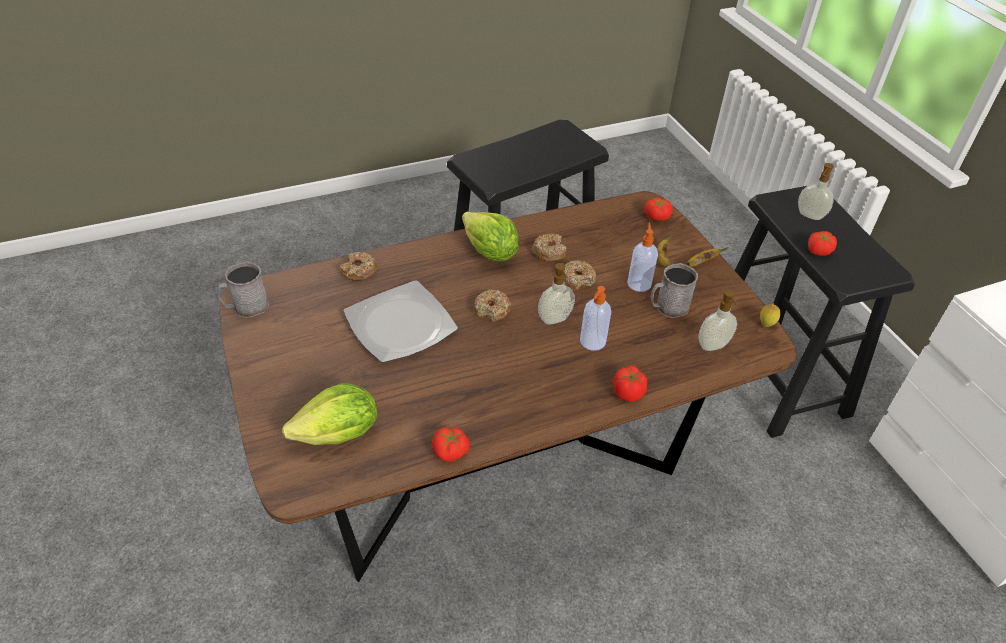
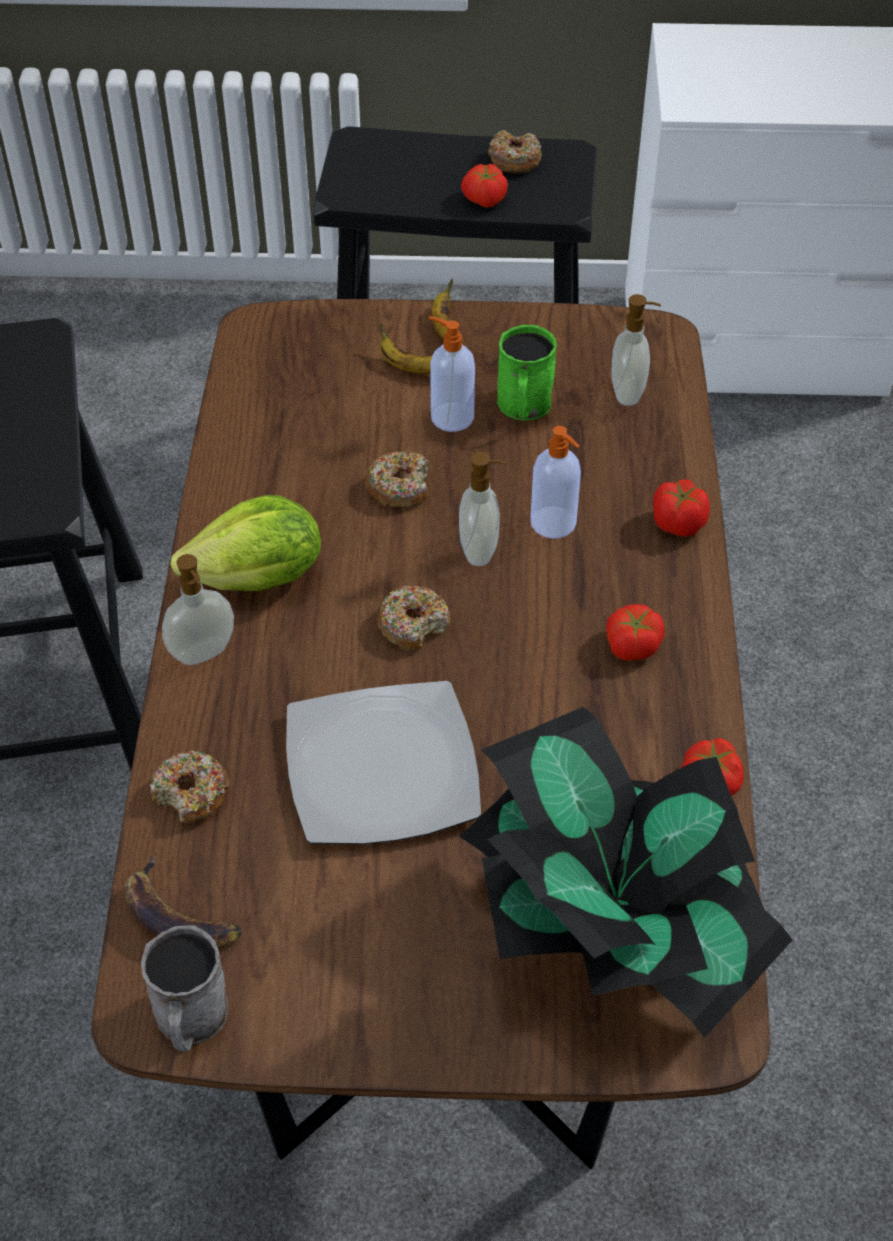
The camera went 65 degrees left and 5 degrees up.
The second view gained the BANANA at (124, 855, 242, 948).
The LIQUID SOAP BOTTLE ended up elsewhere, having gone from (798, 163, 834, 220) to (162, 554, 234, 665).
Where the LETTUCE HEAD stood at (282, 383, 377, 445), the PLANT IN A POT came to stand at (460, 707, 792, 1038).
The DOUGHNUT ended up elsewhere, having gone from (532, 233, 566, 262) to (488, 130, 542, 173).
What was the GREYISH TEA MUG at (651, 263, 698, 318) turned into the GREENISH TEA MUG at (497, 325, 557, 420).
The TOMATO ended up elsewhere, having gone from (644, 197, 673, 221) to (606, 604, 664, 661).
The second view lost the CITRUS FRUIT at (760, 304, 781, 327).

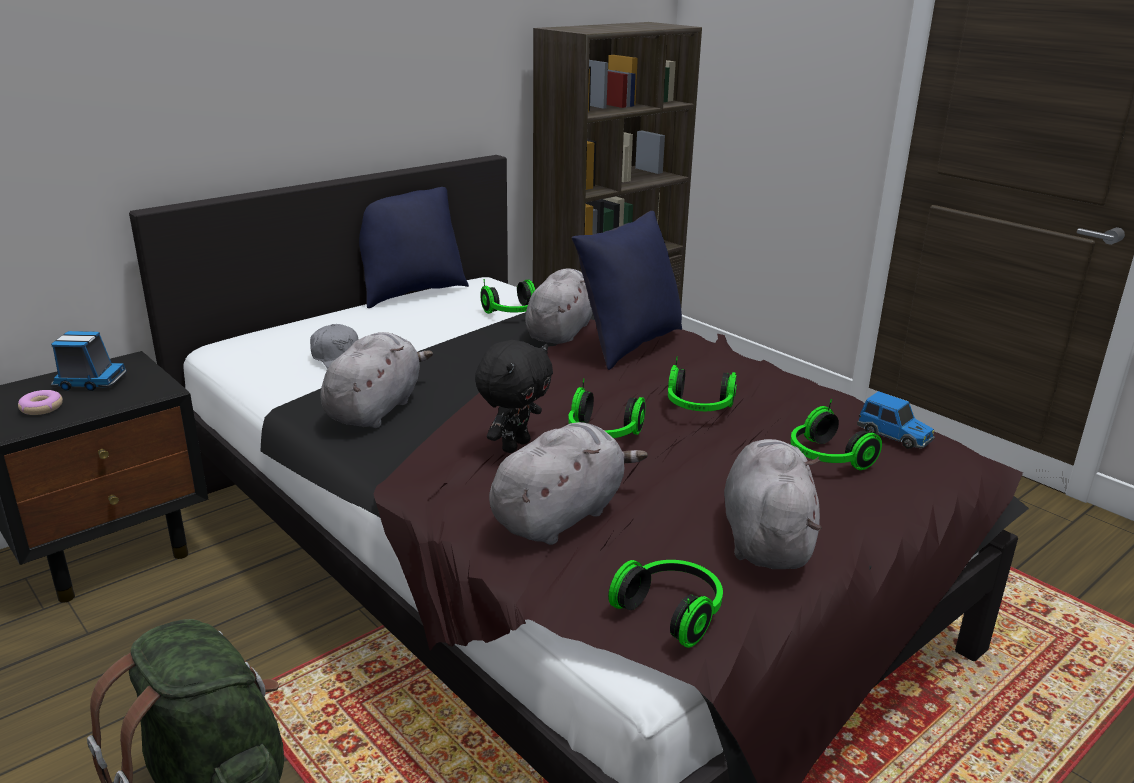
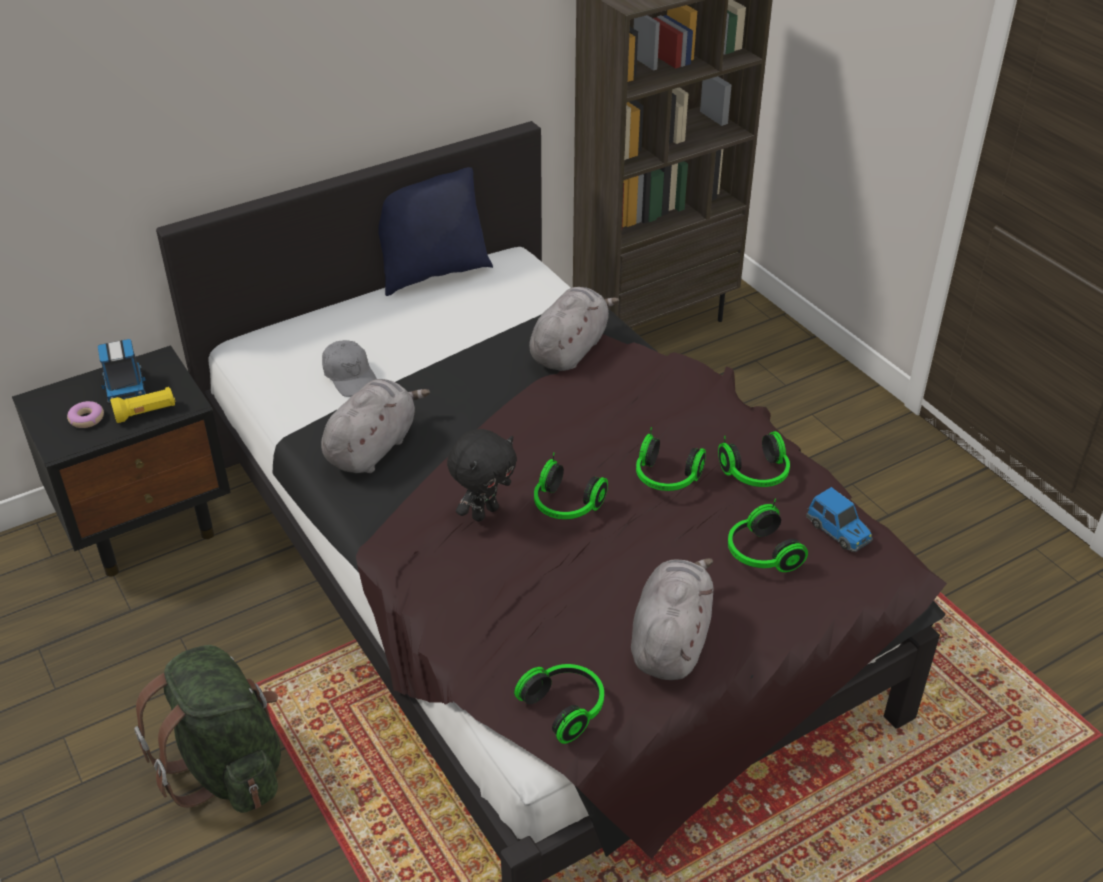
The camera went 10 degrees right and 15 degrees up.
The MODEL TRUCK at (51, 331, 127, 391) ended up facing another way, 60 degrees clockwise from before.
The second view gained the YELLOWISH HAND TORCH at (110, 387, 175, 423).
The HEADSET ended up elsewhere, having gone from (480, 279, 535, 314) to (718, 431, 790, 487).
The second view lost the GREYISH SOFT TOY at (489, 422, 648, 545).
The second view lost the BLUE-COLOURED CUSHION at (572, 211, 682, 370).

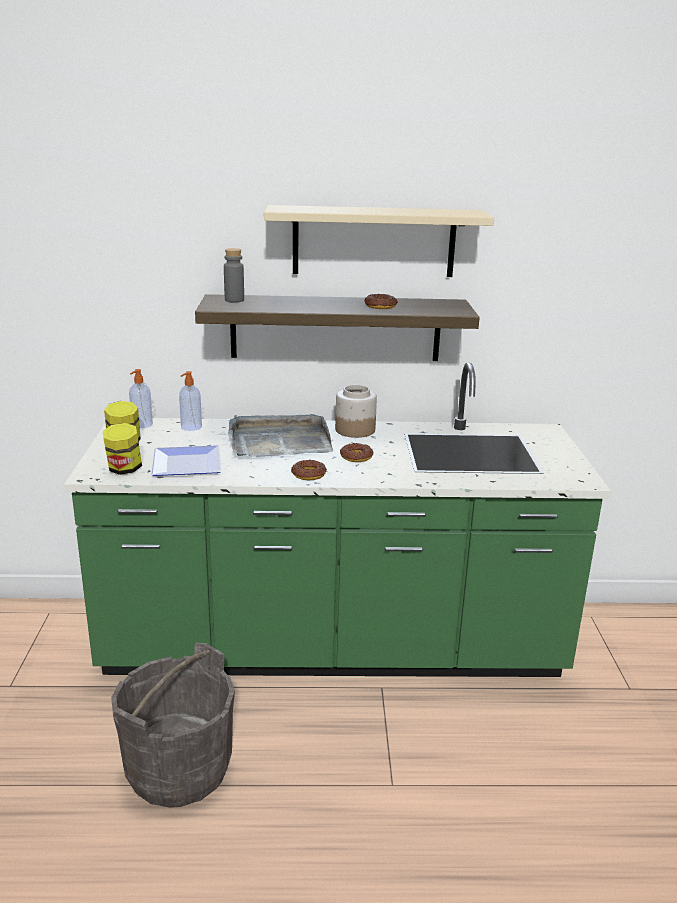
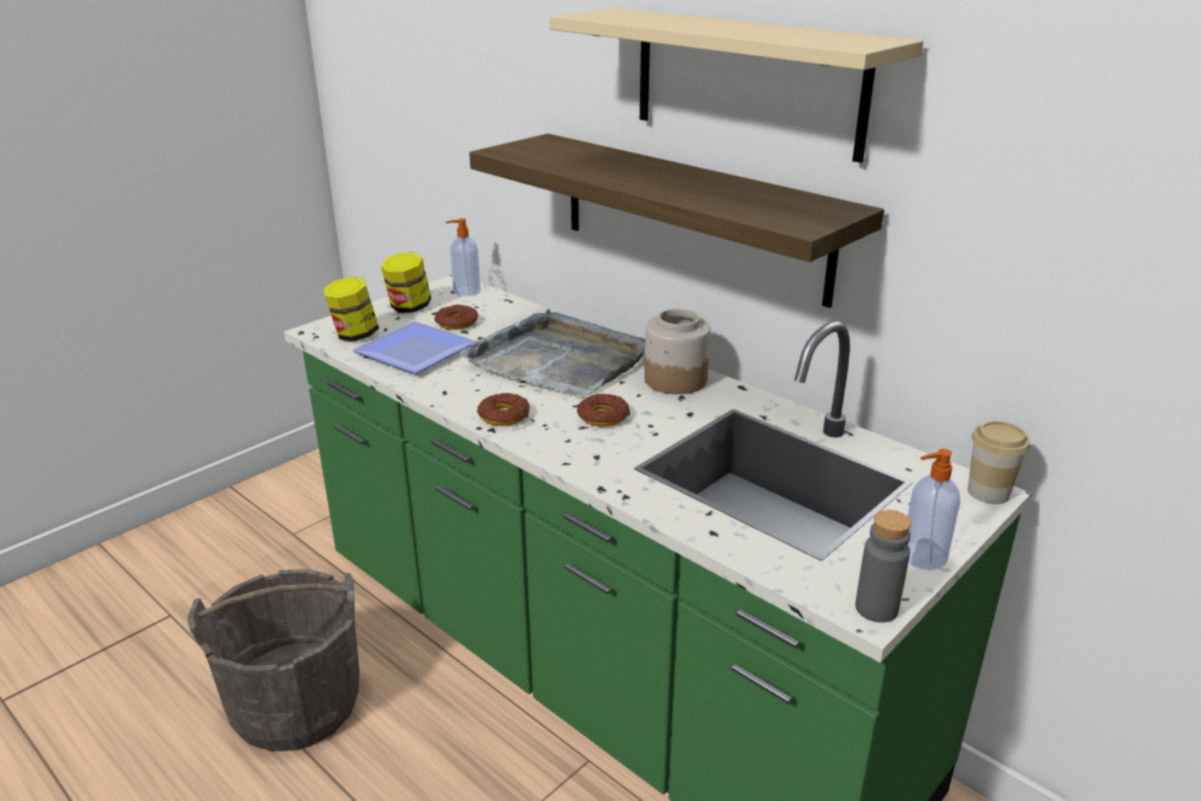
The camera went 45 degrees right and 5 degrees up.
The DOUGHNUT ended up elsewhere, having gone from (364, 294, 398, 309) to (434, 305, 478, 330).
The GREYISH BOTTLE ended up elsewhere, having gone from (224, 248, 244, 303) to (855, 510, 911, 622).
The LIQUID SOAP BOTTLE ended up elsewhere, having gone from (179, 371, 202, 431) to (907, 449, 960, 570).
The second view gained the DRINKING CUP at (968, 421, 1030, 504).

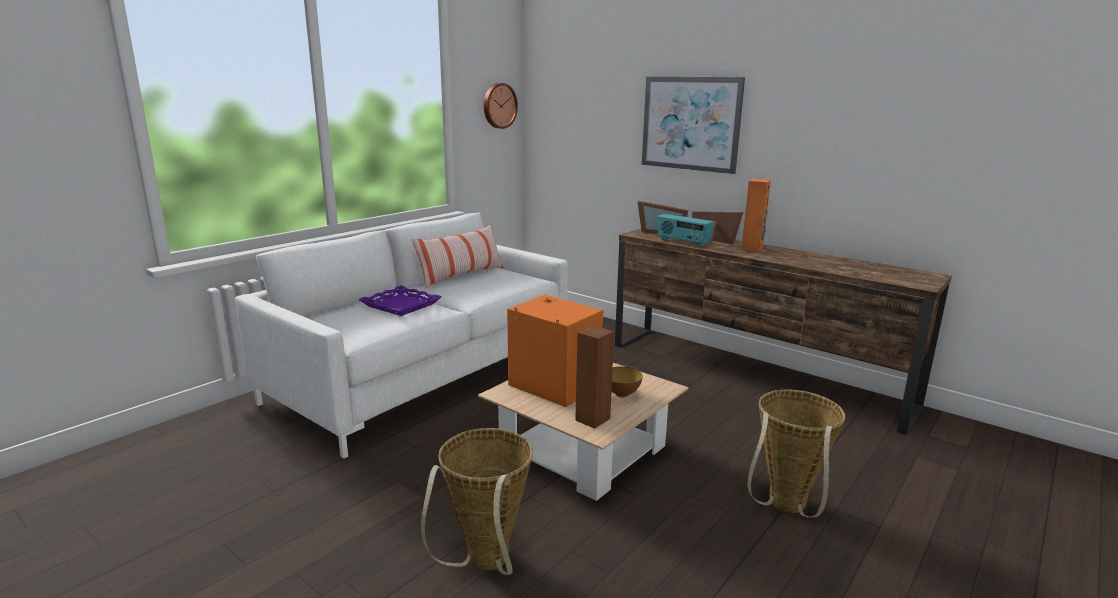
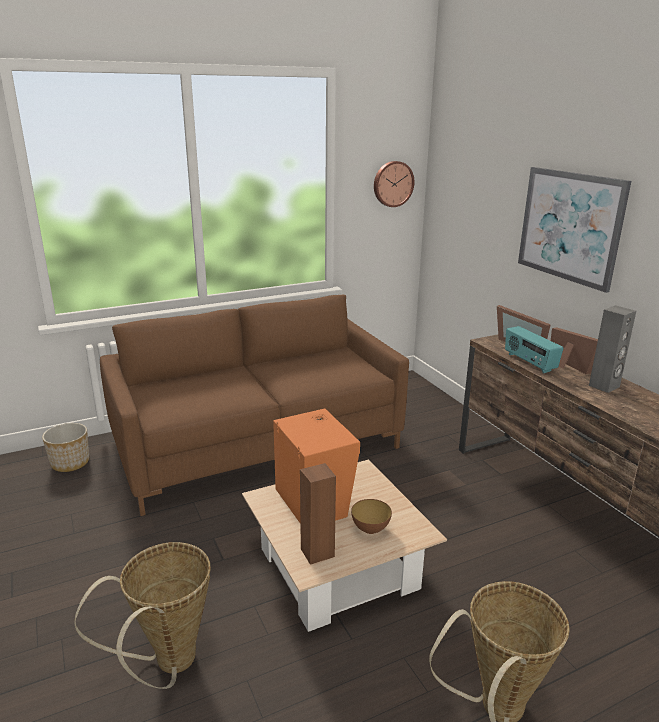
The camera went 25 degrees right and 5 degrees up.
The second view gained the PLANTER at (42, 423, 89, 472).
What was the WHITE SOFA at (235, 213, 568, 459) turned into the BROWNISH SOFA at (100, 295, 409, 516).
What was the ORANGEY LOUDSPEAKER at (742, 179, 771, 252) turned into the GREYISH LOUDSPEAKER at (589, 305, 636, 393).
The second view lost the PURPLISH TRAY at (358, 285, 442, 316).
The second view lost the CUSHION at (412, 224, 503, 288).

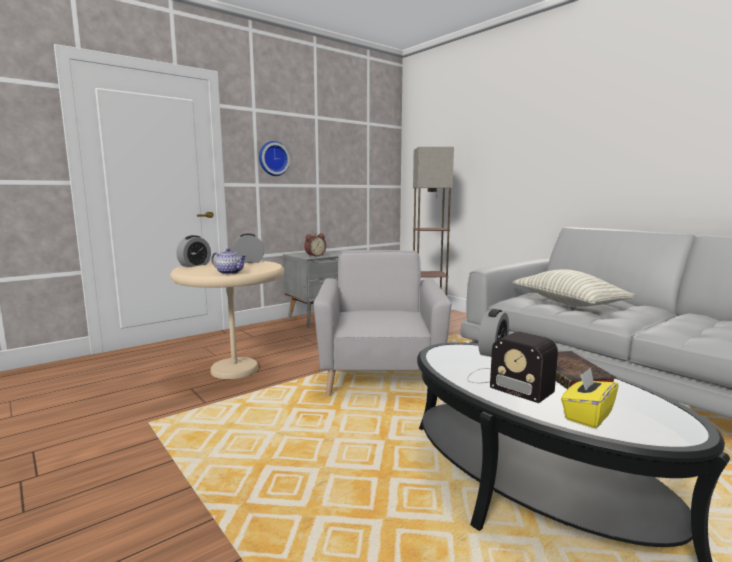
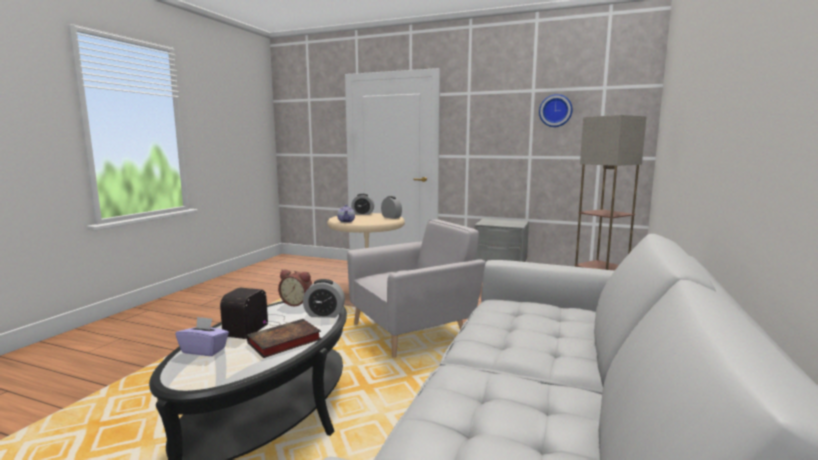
The camera went 60 degrees right and 0 degrees up.
What was the YELLOWISH TISSUE HOLDER at (561, 368, 618, 428) turned into the PURPLISH TISSUE HOLDER at (175, 317, 229, 356).
The BEDSIDE CLOCK ended up elsewhere, having gone from (304, 233, 326, 257) to (278, 270, 312, 306).
The WALL CLOCK ended up elsewhere, having gone from (259, 141, 290, 176) to (539, 94, 573, 127).
The second view lost the CUSHION at (512, 269, 636, 307).

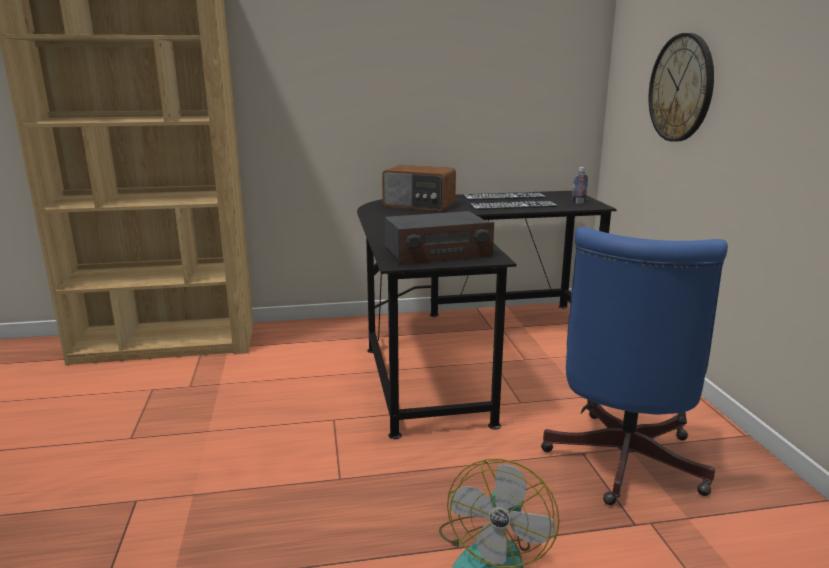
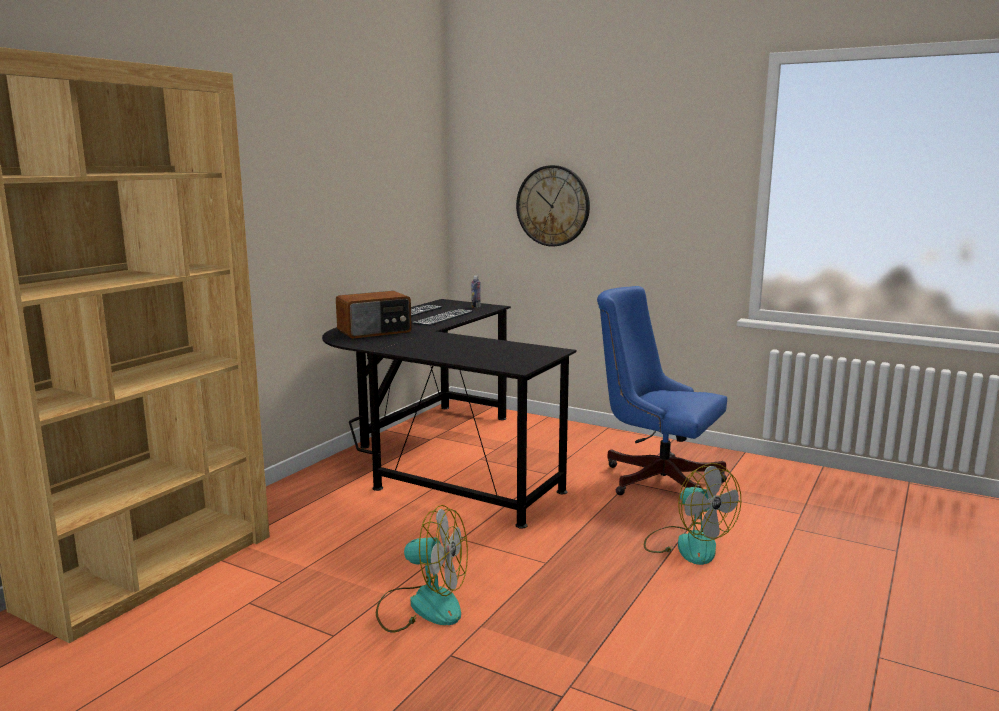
The camera went 50 degrees left and 5 degrees down.
The second view gained the FAN at (376, 505, 468, 632).
The BLUE-COLOURED OFFICE CHAIR at (541, 227, 728, 505) ended up facing another way, 150 degrees clockwise from before.
The second view lost the RADIO SET at (385, 211, 494, 265).

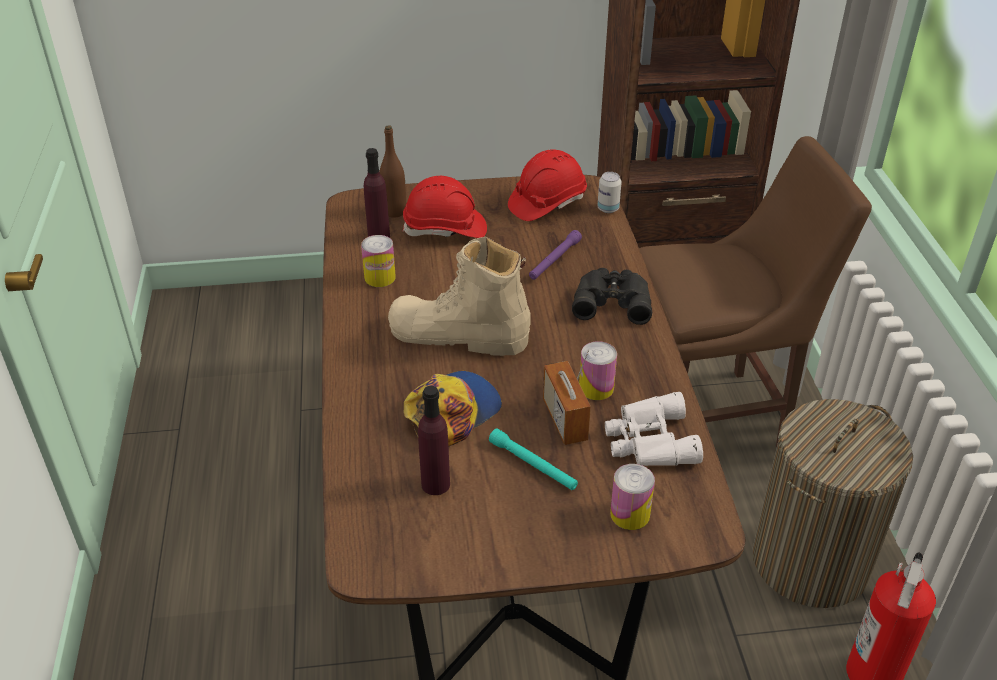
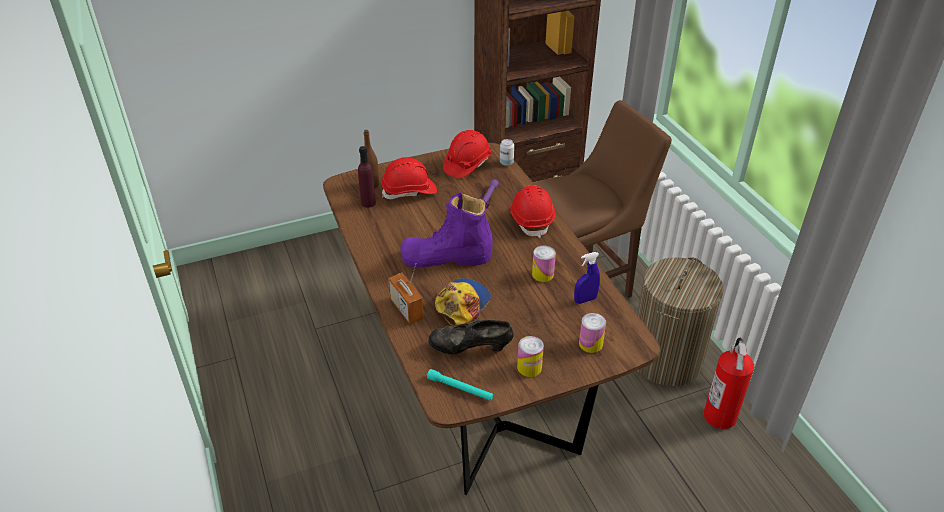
The camera went 15 degrees left and 0 degrees up.
The RADIO SET ended up elsewhere, having gone from (543, 349, 591, 445) to (388, 263, 424, 324).
What was the BEIGE HIGH-TOP BOOT at (388, 237, 530, 356) turned into the PURPLISH HIGH-TOP BOOT at (400, 192, 493, 267).
The TURQUOISE-COLOURED HAND TORCH ended up elsewhere, having gone from (489, 428, 578, 490) to (427, 369, 493, 401).
Where the PURPLISH BOTTLE stood at (418, 386, 450, 495), the BLACK LOW SHOE came to stand at (428, 319, 513, 354).
Where the BLACK BINOCULARS stood at (572, 268, 652, 325), the RED SAFETY HELMET came to stand at (510, 185, 555, 238).
The METAL CAN ended up elsewhere, having gone from (361, 235, 396, 287) to (517, 336, 544, 377).
Where the WHITE BINOCULARS stood at (605, 392, 703, 466), the BLUE-COLOURED SPRAYER came to stand at (574, 252, 600, 304).

